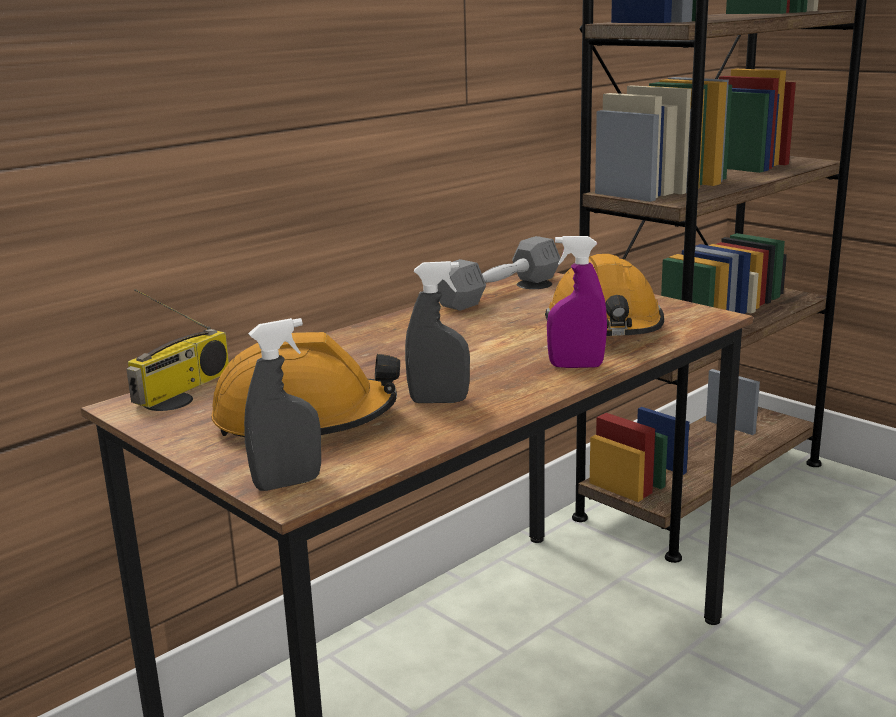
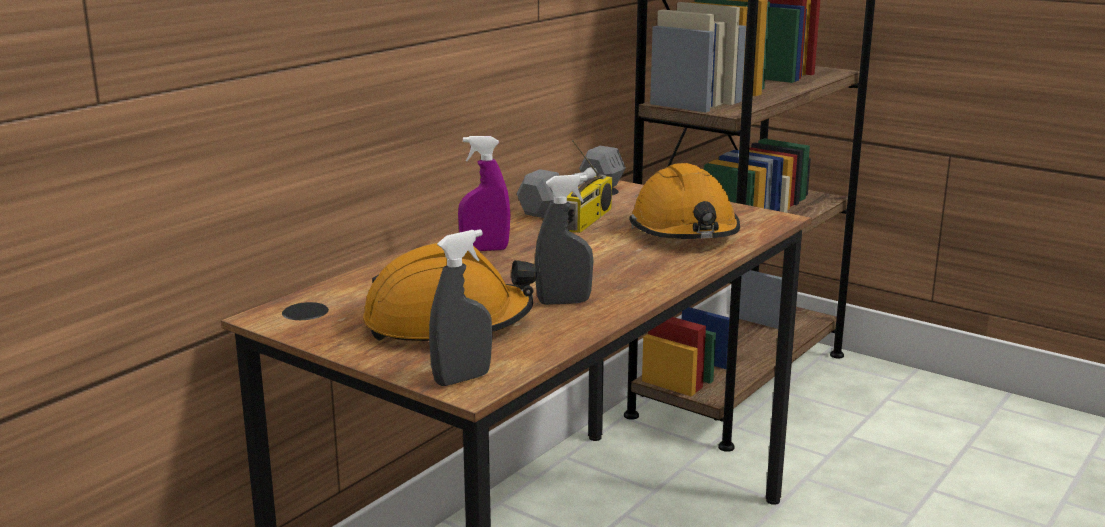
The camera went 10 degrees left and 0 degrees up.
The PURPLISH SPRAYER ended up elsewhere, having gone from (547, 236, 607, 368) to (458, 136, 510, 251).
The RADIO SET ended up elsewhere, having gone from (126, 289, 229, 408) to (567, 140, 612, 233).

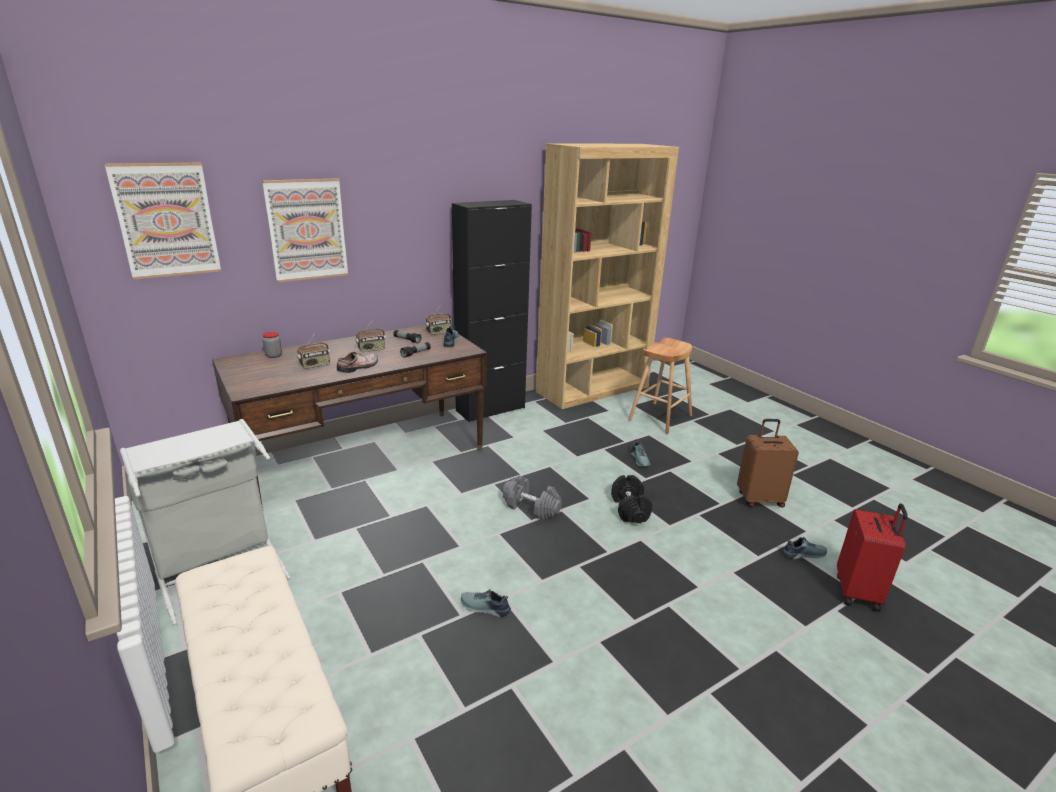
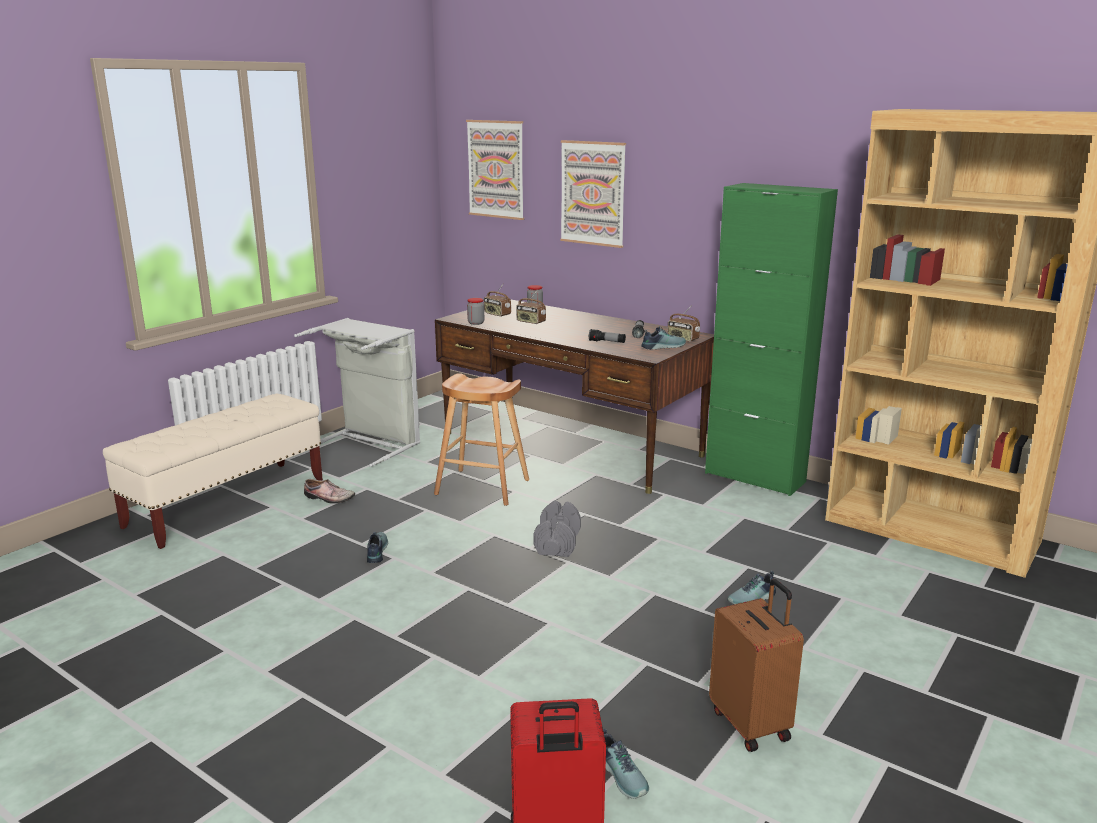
The camera went 70 degrees right and 5 degrees down.
The LOW SHOE ended up elsewhere, having gone from (337, 352, 378, 373) to (304, 479, 355, 504).
The BROWNISH SITTING STOOL ended up elsewhere, having gone from (628, 338, 692, 434) to (434, 373, 529, 506).
The second view gained the JAR at (467, 298, 484, 325).
The RADIO SET ended up elsewhere, having gone from (355, 320, 386, 352) to (484, 283, 511, 317).
What was the BLACK CABINET at (452, 200, 532, 422) turned into the GREENISH CABINET at (705, 183, 838, 496).
The second view lost the BLACK DUMBBELL at (611, 475, 652, 523).

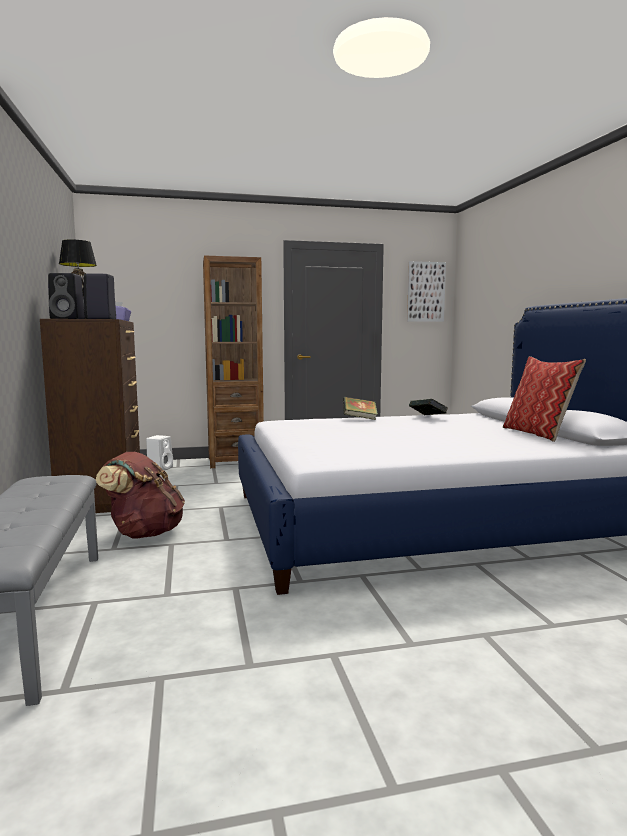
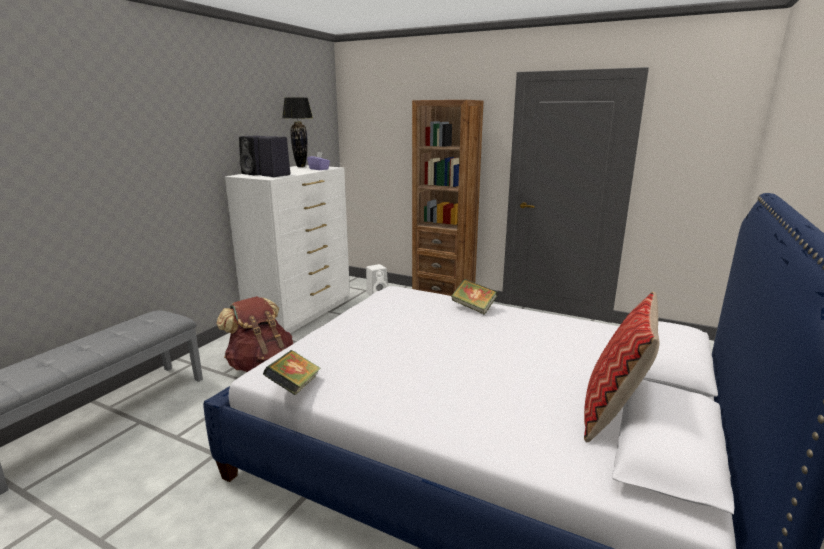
The camera went 40 degrees right and 10 degrees up.
What was the BROWNISH DRESSER at (40, 319, 140, 513) turned into the WHITE DRESSER at (225, 165, 350, 333).
The VOLUME ended up elsewhere, having gone from (409, 399, 448, 415) to (263, 350, 321, 395).
The second view lost the WALL PICTURE at (407, 261, 446, 322).

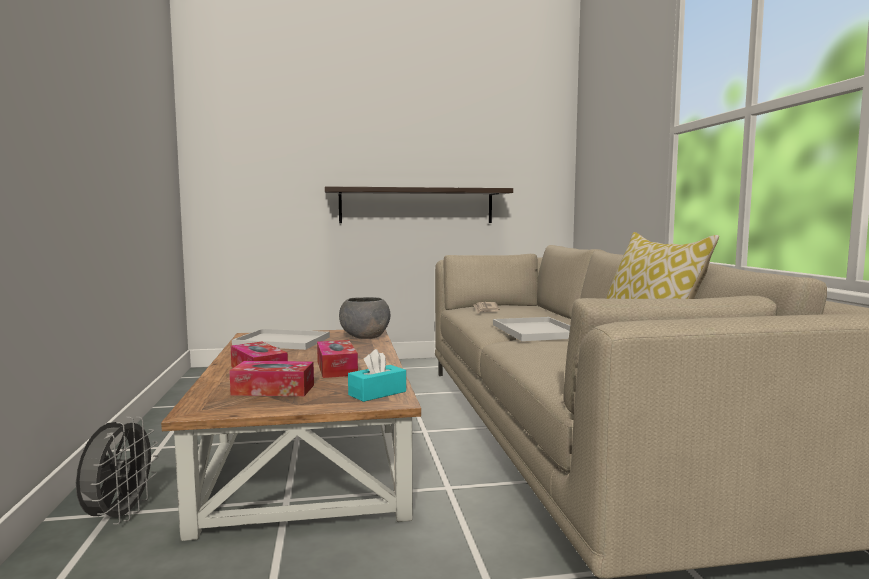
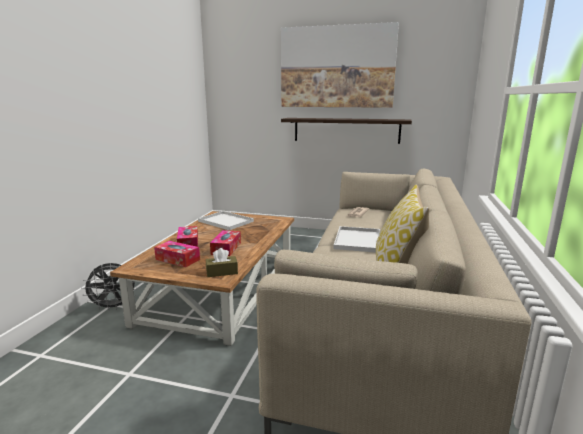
The camera went 25 degrees right and 10 degrees up.
The GREYISH FAN at (76, 417, 159, 525) ended up facing another way, 45 degrees clockwise from before.
What was the TURQUOISE-COLOURED TISSUE HOLDER at (348, 349, 406, 402) turned into the BROWNISH TISSUE HOLDER at (206, 248, 238, 277).
The second view gained the WALL PICTURE at (281, 22, 399, 108).
The second view lost the GREYISH SERVING BOWL at (339, 297, 390, 339).

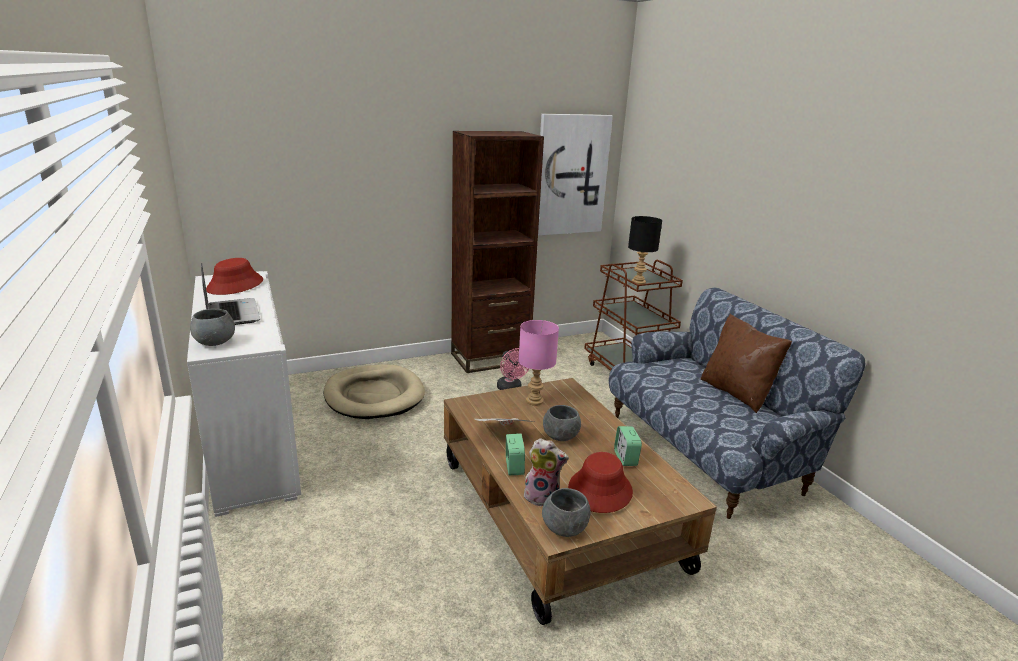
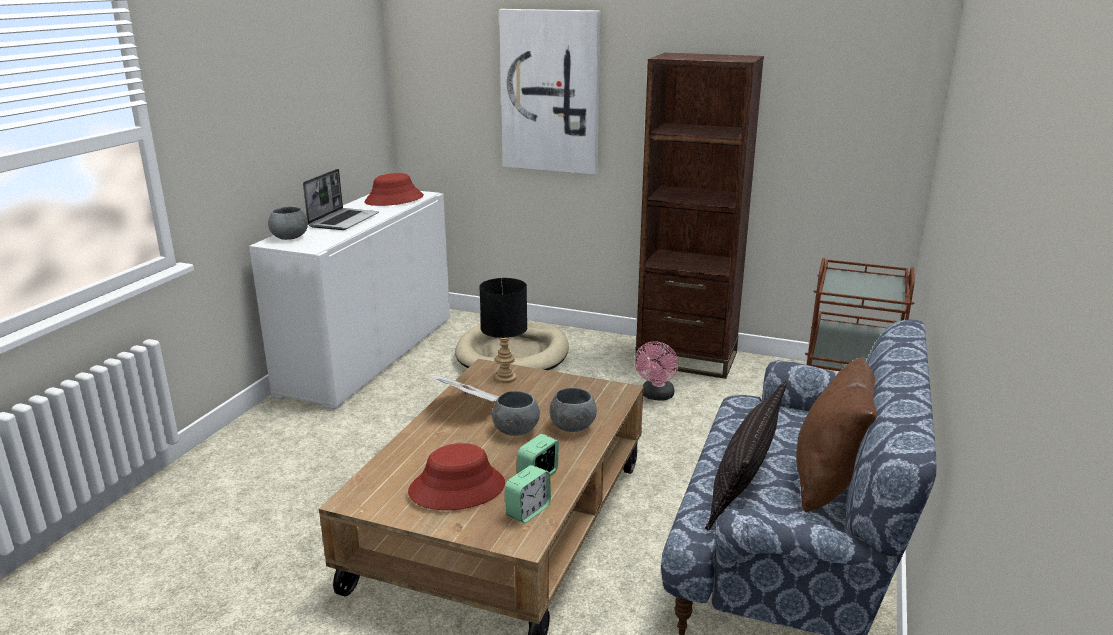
The camera went 45 degrees right and 0 degrees up.
The BLACK TABLE LAMP ended up elsewhere, having gone from (628, 216, 662, 284) to (479, 278, 527, 383).
The WALL PICTURE ended up elsewhere, having gone from (538, 114, 613, 236) to (499, 9, 600, 174).
The BEDSIDE CLOCK ended up elsewhere, having gone from (506, 434, 525, 475) to (505, 465, 551, 523).
The GREYISH SERVING BOWL ended up elsewhere, having gone from (542, 488, 591, 537) to (550, 387, 597, 432).
The second view gained the CUSHION at (705, 381, 787, 530).
The second view lost the PINK-COLOURED TABLE LAMP at (519, 320, 559, 406).
The second view lost the SOFT TOY at (524, 438, 569, 506).

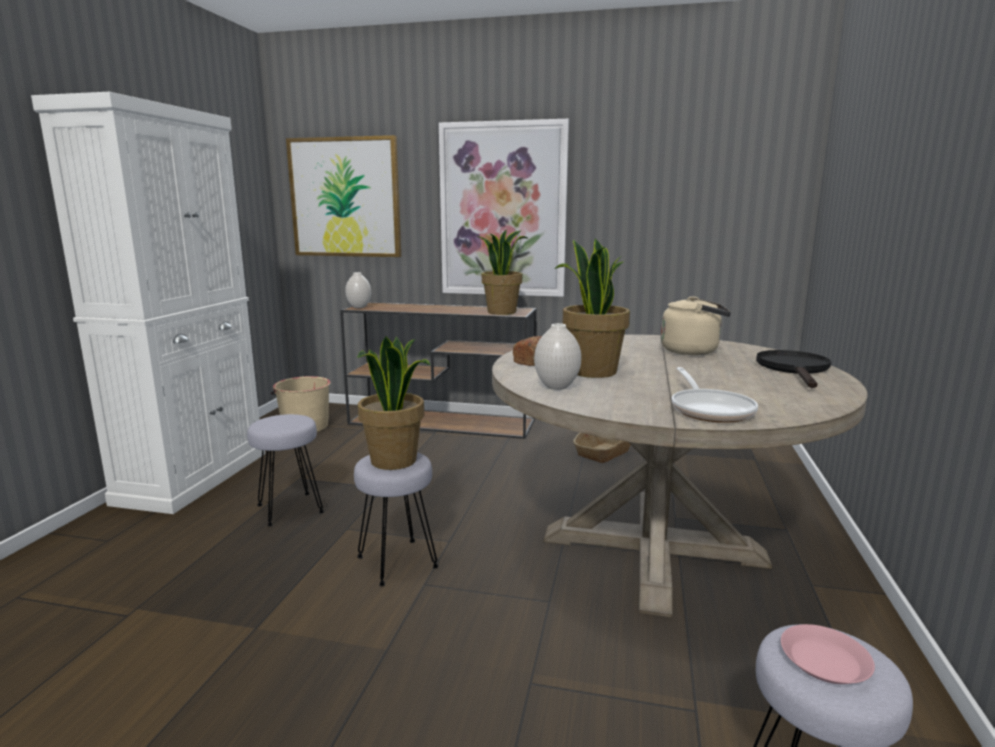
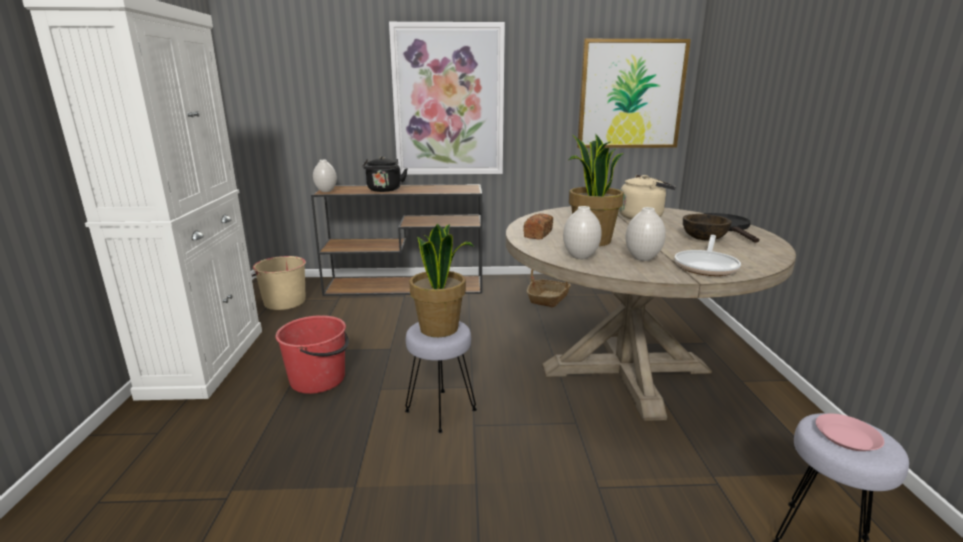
The camera went 15 degrees left and 5 degrees up.
Where the GREYISH SITTING STOOL stood at (247, 414, 324, 526), the RED WATER BUCKET came to stand at (275, 315, 349, 394).
The second view gained the BLACK KETTLE at (362, 156, 407, 192).
The WALL PICTURE ended up elsewhere, having gone from (286, 135, 401, 257) to (577, 39, 691, 148).
The second view gained the WHITE VASE at (625, 207, 666, 261).
The SKILLET at (672, 367, 758, 423) ended up facing another way, 45 degrees clockwise from before.
The second view gained the BROWNISH SERVING BOWL at (683, 214, 732, 241).
The second view lost the PLANT IN A POT at (477, 229, 528, 315).

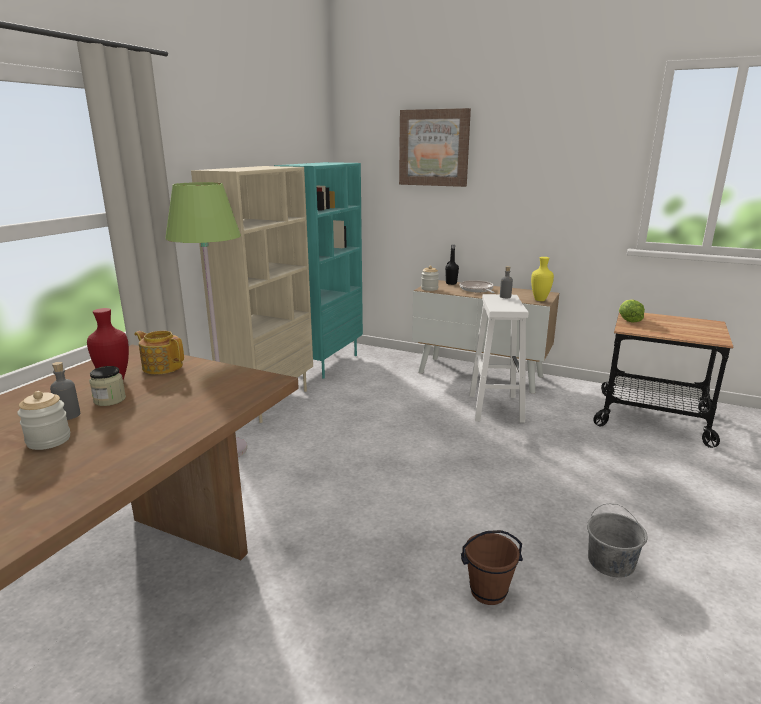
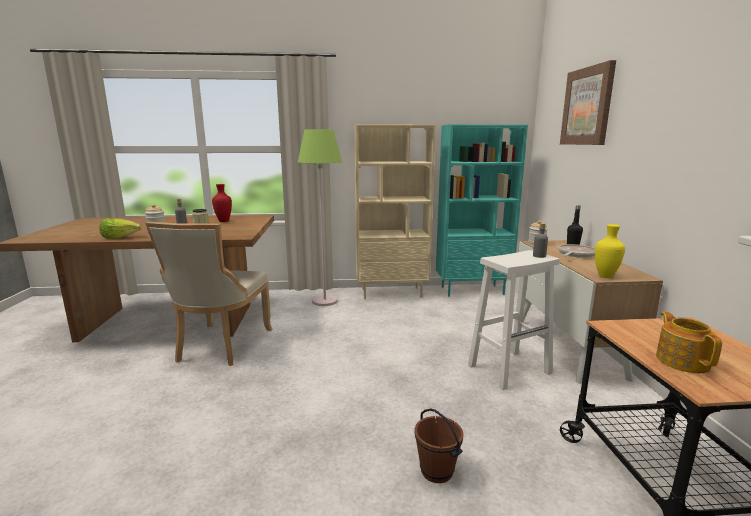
The camera went 60 degrees right and 5 degrees down.
The LETTUCE HEAD ended up elsewhere, having gone from (619, 300, 645, 323) to (99, 218, 142, 239).
The second view gained the BEIGE PLAIN CHAIR at (145, 222, 272, 366).
The BROWNISH WATER BUCKET ended up elsewhere, having gone from (461, 530, 523, 605) to (415, 409, 464, 483).
The TEA POT ended up elsewhere, having gone from (134, 331, 184, 374) to (656, 311, 722, 373).
The second view lost the GREYISH WATER BUCKET at (587, 504, 648, 578).

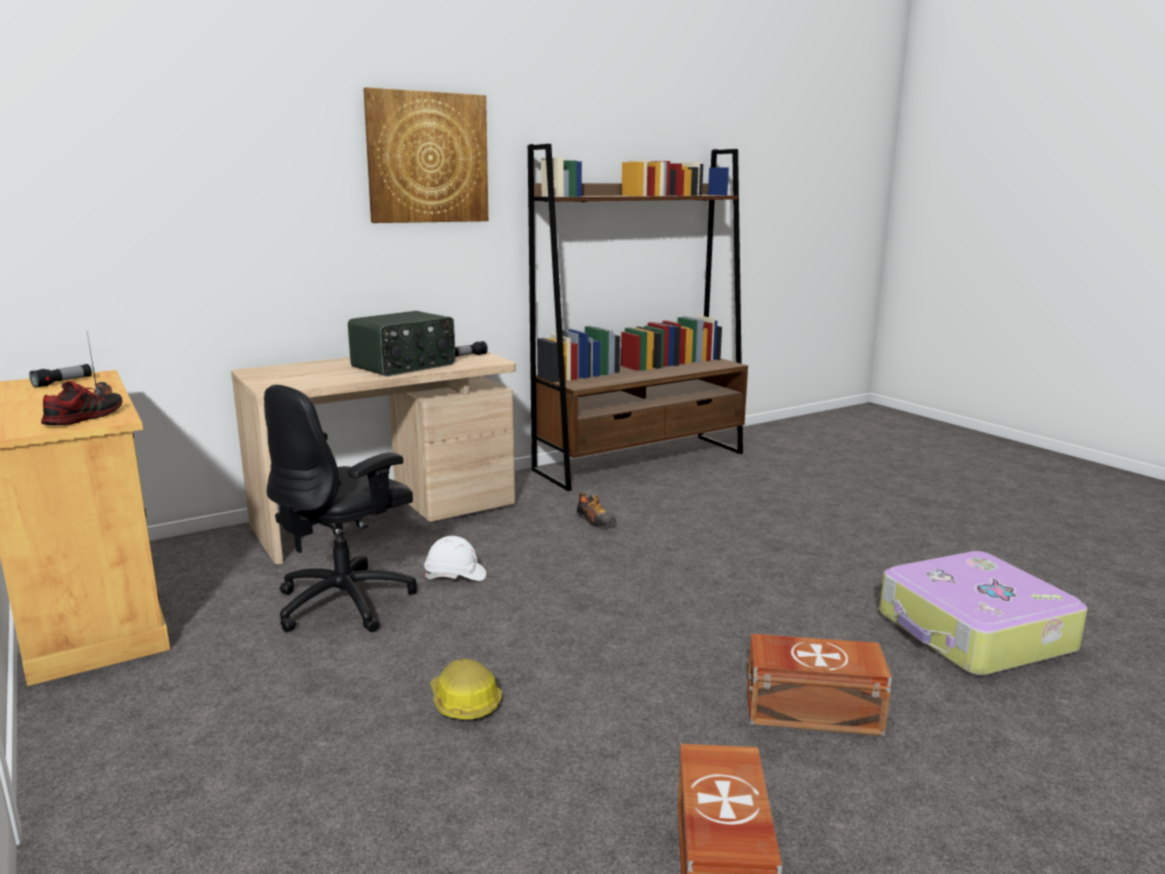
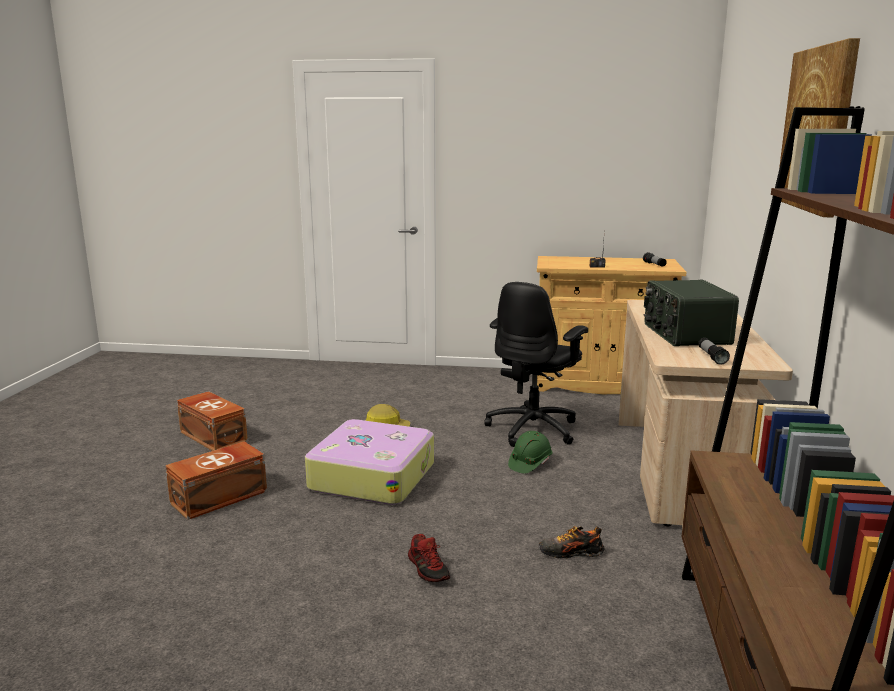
The camera went 130 degrees right and 0 degrees up.
The SUITCASE ended up elsewhere, having gone from (879, 551, 1088, 676) to (305, 419, 434, 505).
The LOW SHOE ended up elsewhere, having gone from (41, 381, 122, 425) to (408, 534, 450, 582).
The BLACK OFFICE CHAIR at (264, 385, 417, 632) ended up facing another way, 135 degrees counterclockwise from before.
What was the WHITE SAFETY HELMET at (424, 536, 486, 581) turned into the GREENISH SAFETY HELMET at (508, 431, 553, 474).

